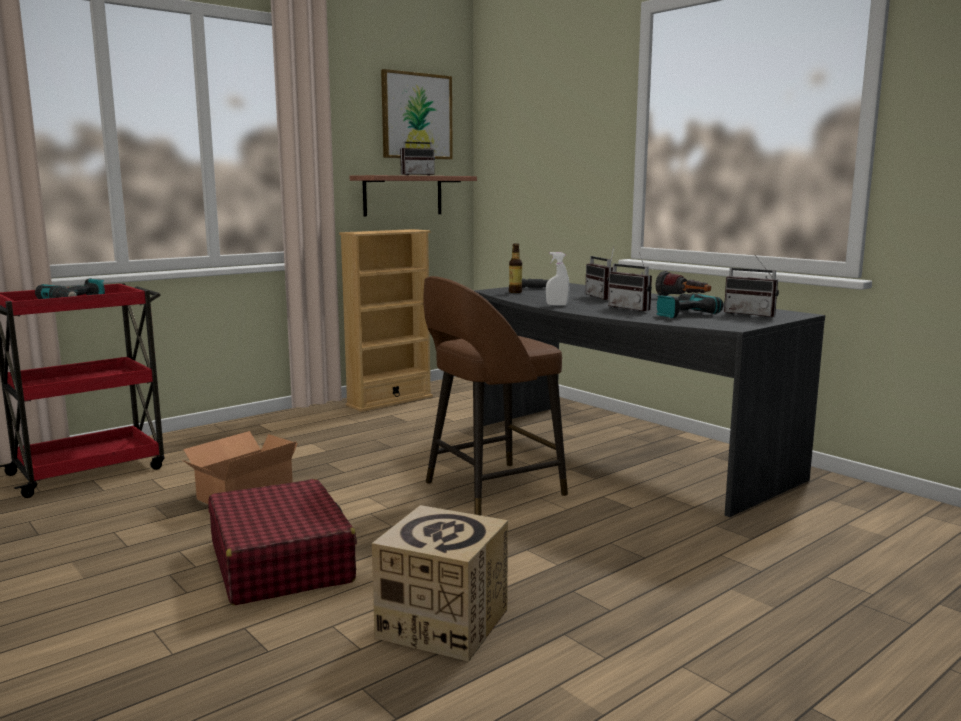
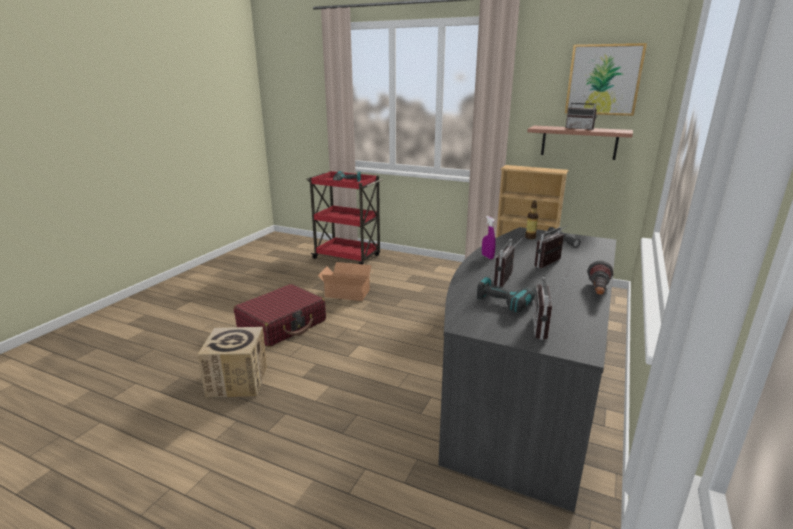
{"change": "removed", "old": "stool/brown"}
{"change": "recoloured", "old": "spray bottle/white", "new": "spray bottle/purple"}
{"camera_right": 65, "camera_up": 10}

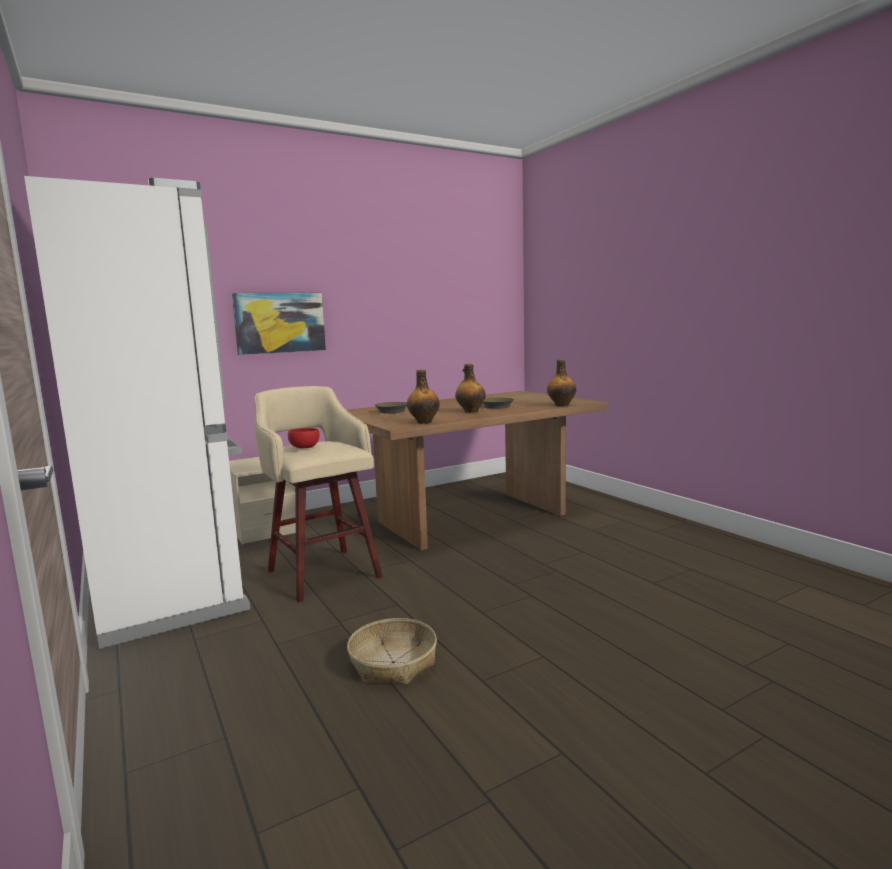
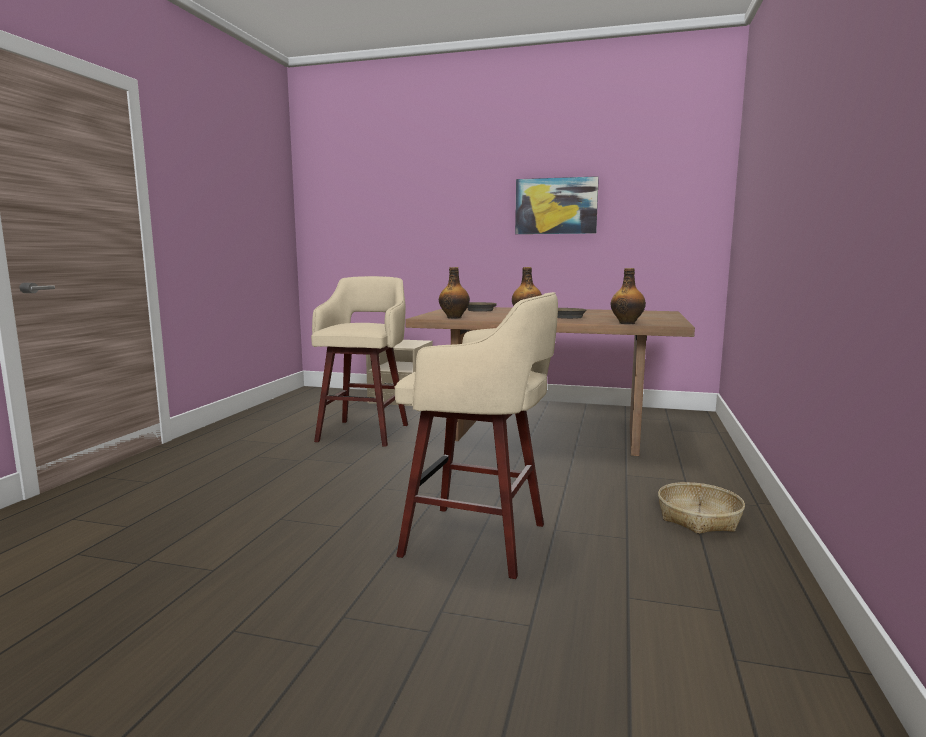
{"change": "removed", "old": "fridge/white"}
{"change": "moved", "old": "picture"}
{"change": "removed", "old": "bowl/red"}
{"change": "moved", "old": "basket"}
{"change": "added", "new": "stool/beige (2nd from left)"}
{"camera_right": 45, "camera_up": 0}

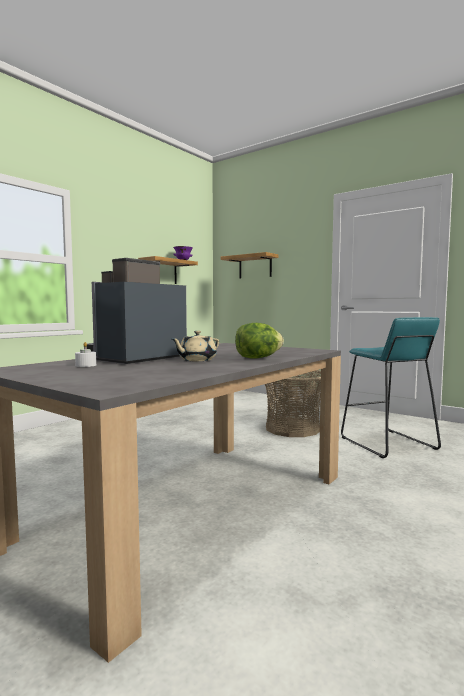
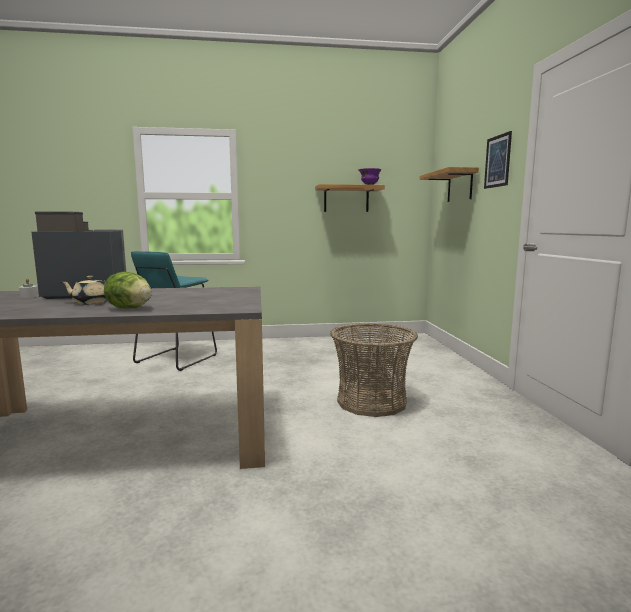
{"change": "moved", "old": "stool/turquoise"}
{"change": "added", "new": "picture"}
{"camera_right": 45, "camera_up": 5}

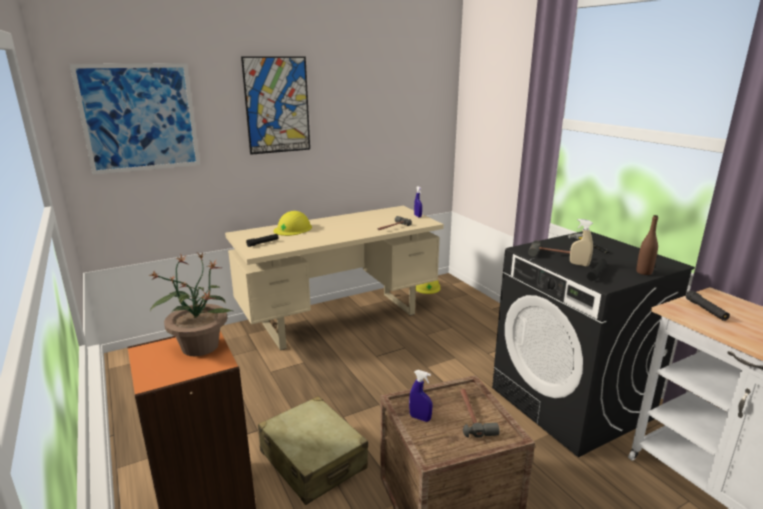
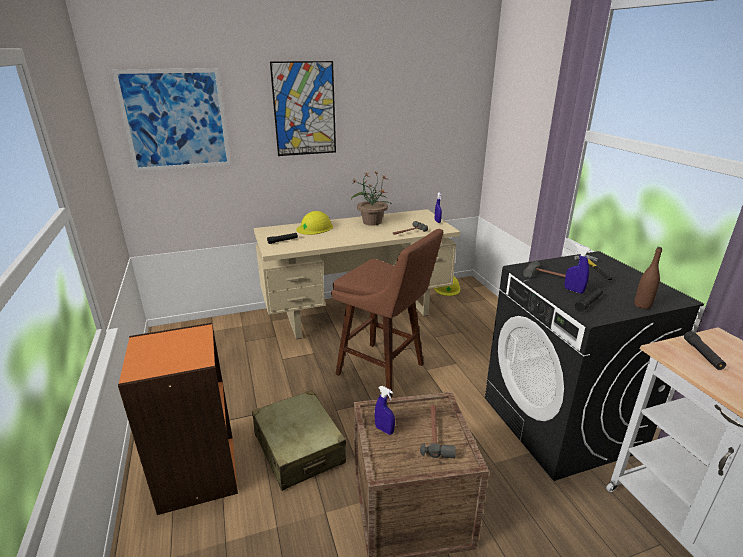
{"change": "moved", "old": "potted plant"}
{"change": "recoloured", "old": "spray bottle/beige", "new": "spray bottle/blue (3rd from left)"}
{"change": "added", "new": "stool/brown"}
{"camera_right": 10, "camera_up": 5}

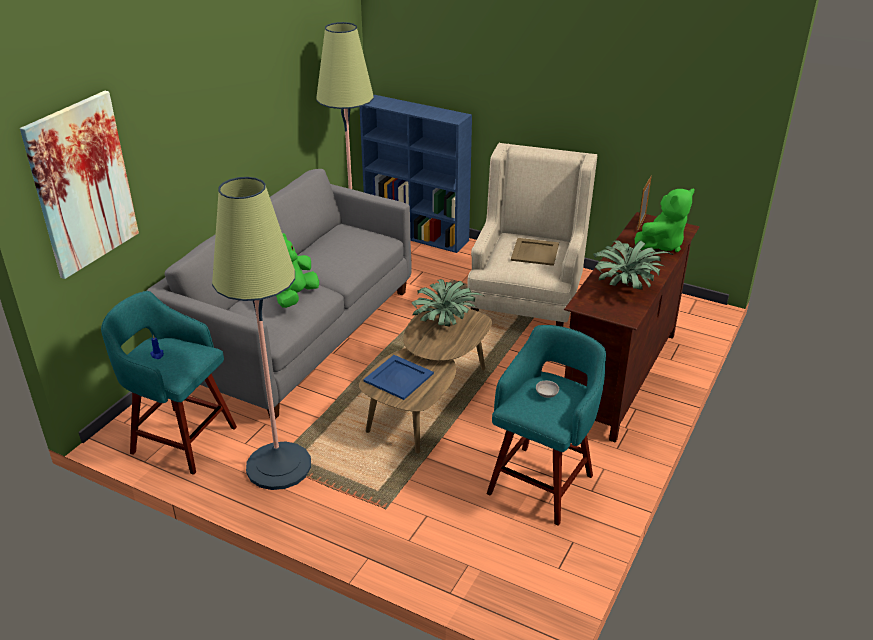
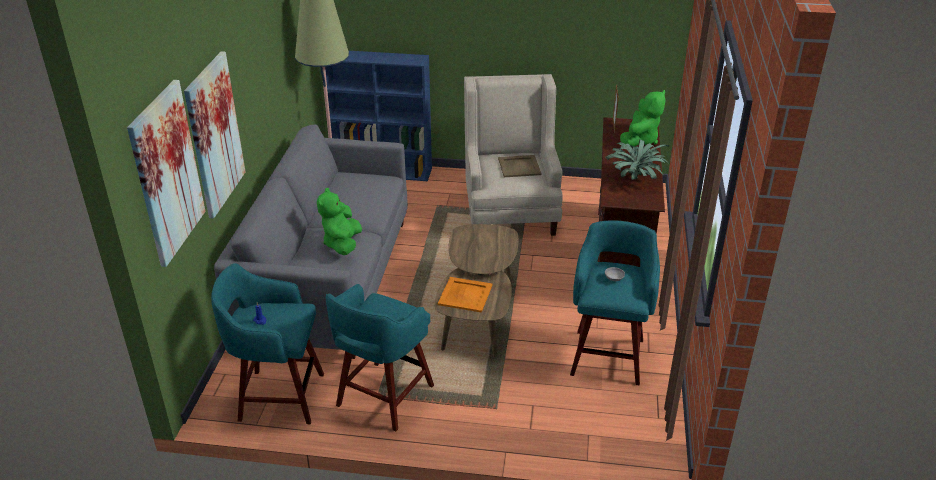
{"change": "replaced", "old": "floor lamp (1st from left)", "new": "stool/turquoise (2nd from left)"}
{"change": "recoloured", "old": "tray/blue", "new": "tray/orange"}
{"change": "removed", "old": "potted plant (1st from left)"}
{"change": "added", "new": "picture (2nd from left)"}
{"camera_right": -20, "camera_up": 0}

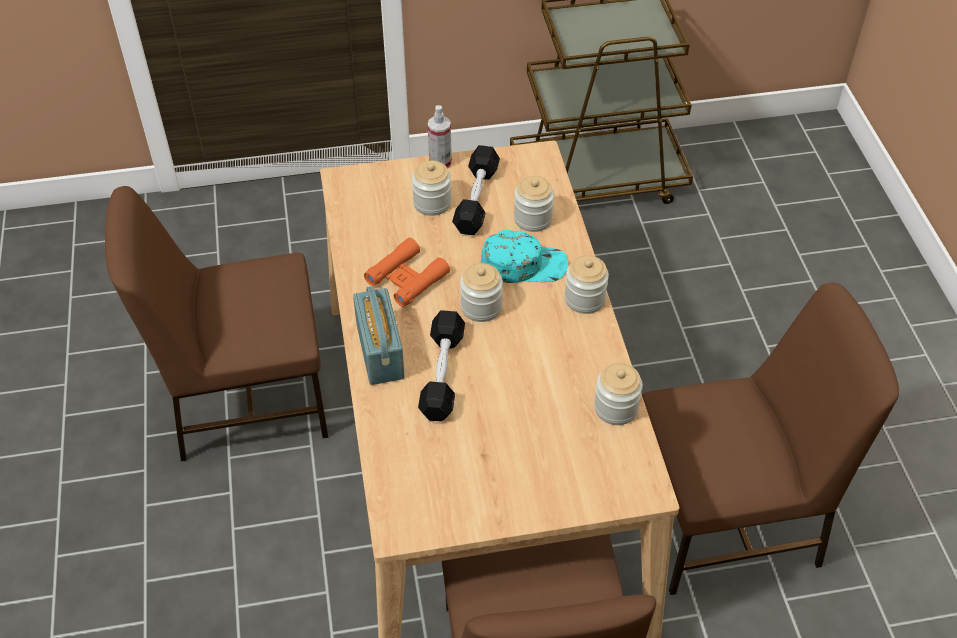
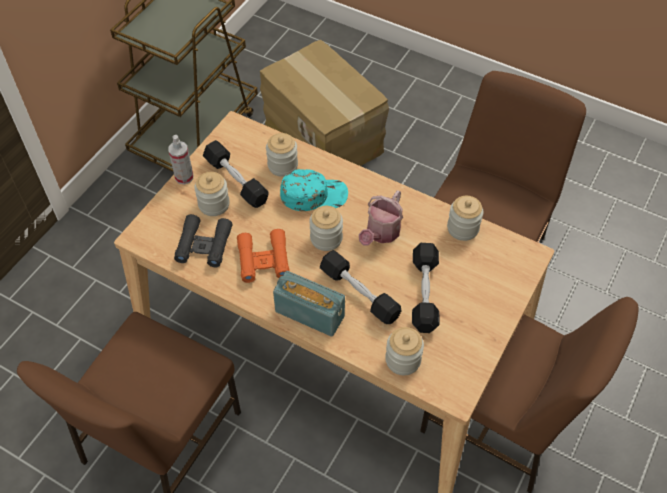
{"change": "turned", "old": "cap/turquoise", "degrees": 45}
{"change": "moved", "old": "jar (4th from left)"}
{"change": "added", "new": "binoculars/black"}
{"change": "added", "new": "cardboard box"}
{"change": "added", "new": "watering can"}
{"change": "added", "new": "dumbbell/black (3rd from left)"}
{"camera_right": -50, "camera_up": 5}

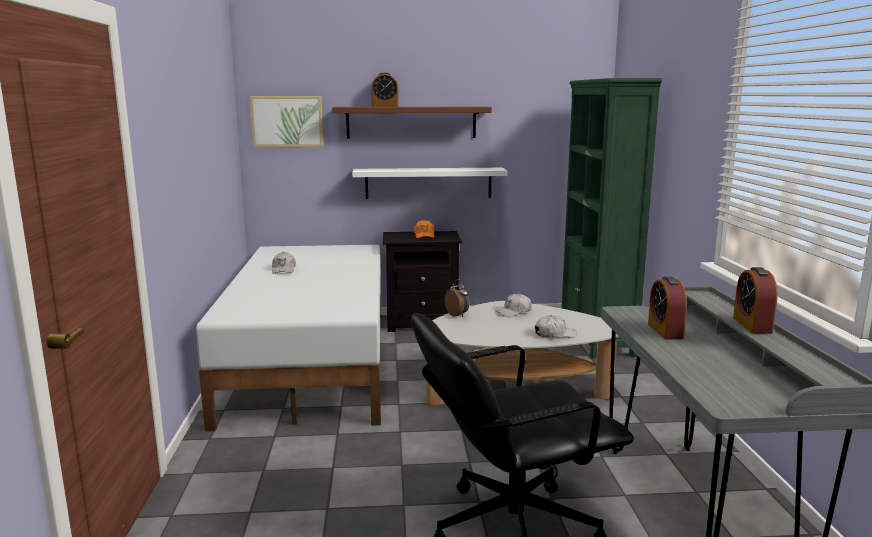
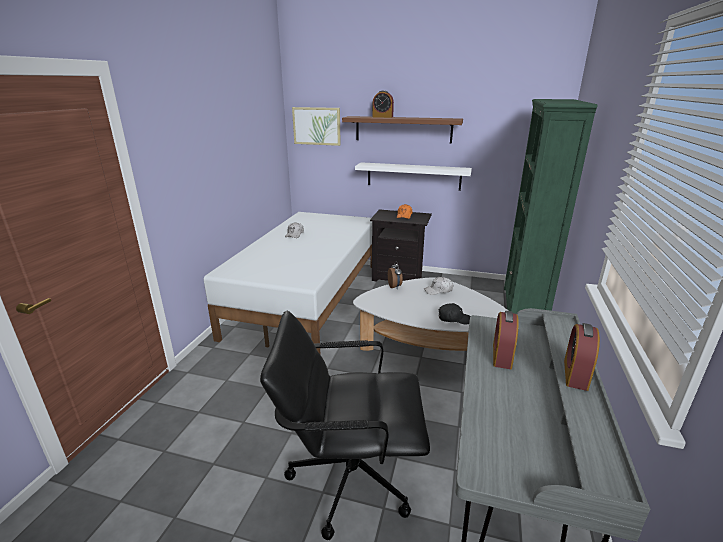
{"change": "recoloured", "old": "cap/white (3rd from left)", "new": "cap/black"}
{"camera_right": 20, "camera_up": 10}

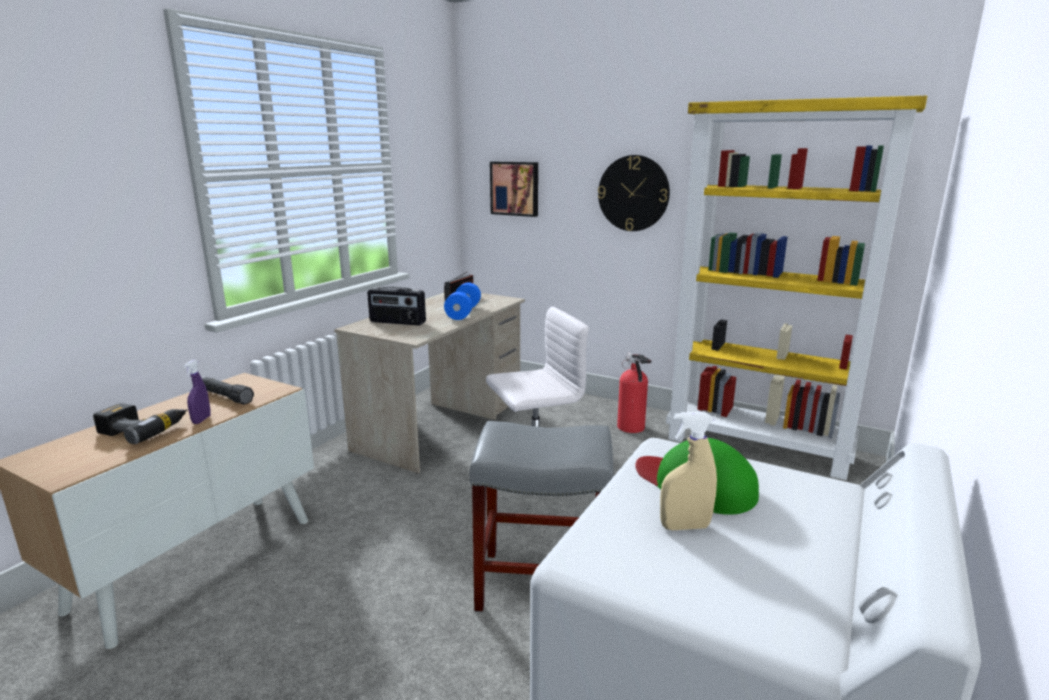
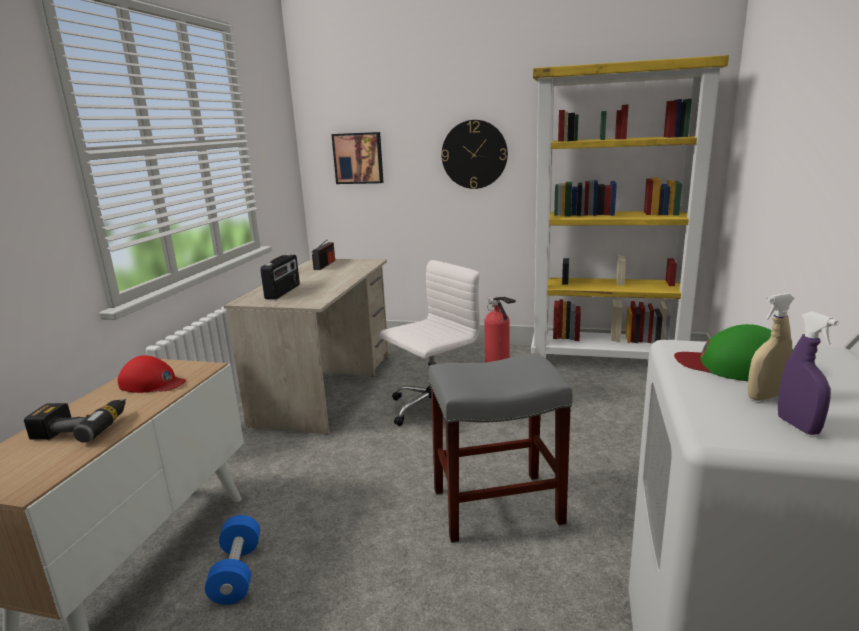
{"change": "moved", "old": "spray bottle/purple"}
{"change": "replaced", "old": "flashlight/black", "new": "cap/red"}
{"change": "turned", "old": "radio (1st from left)", "degrees": -75}
{"change": "moved", "old": "dumbbell/blue"}
{"camera_right": -15, "camera_up": 0}

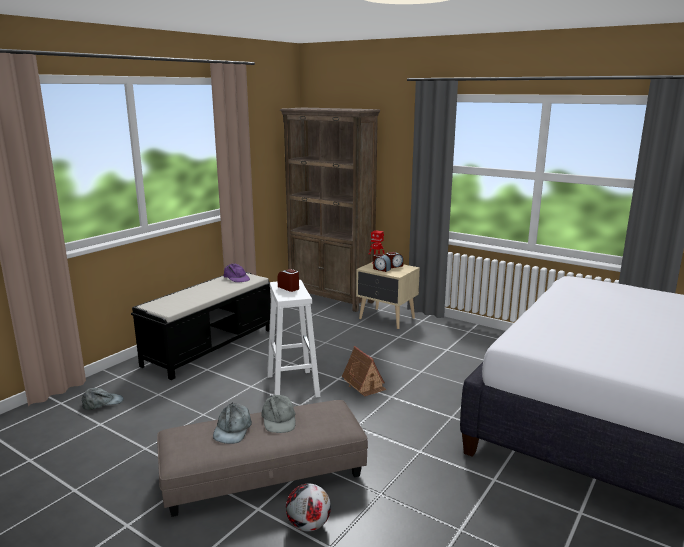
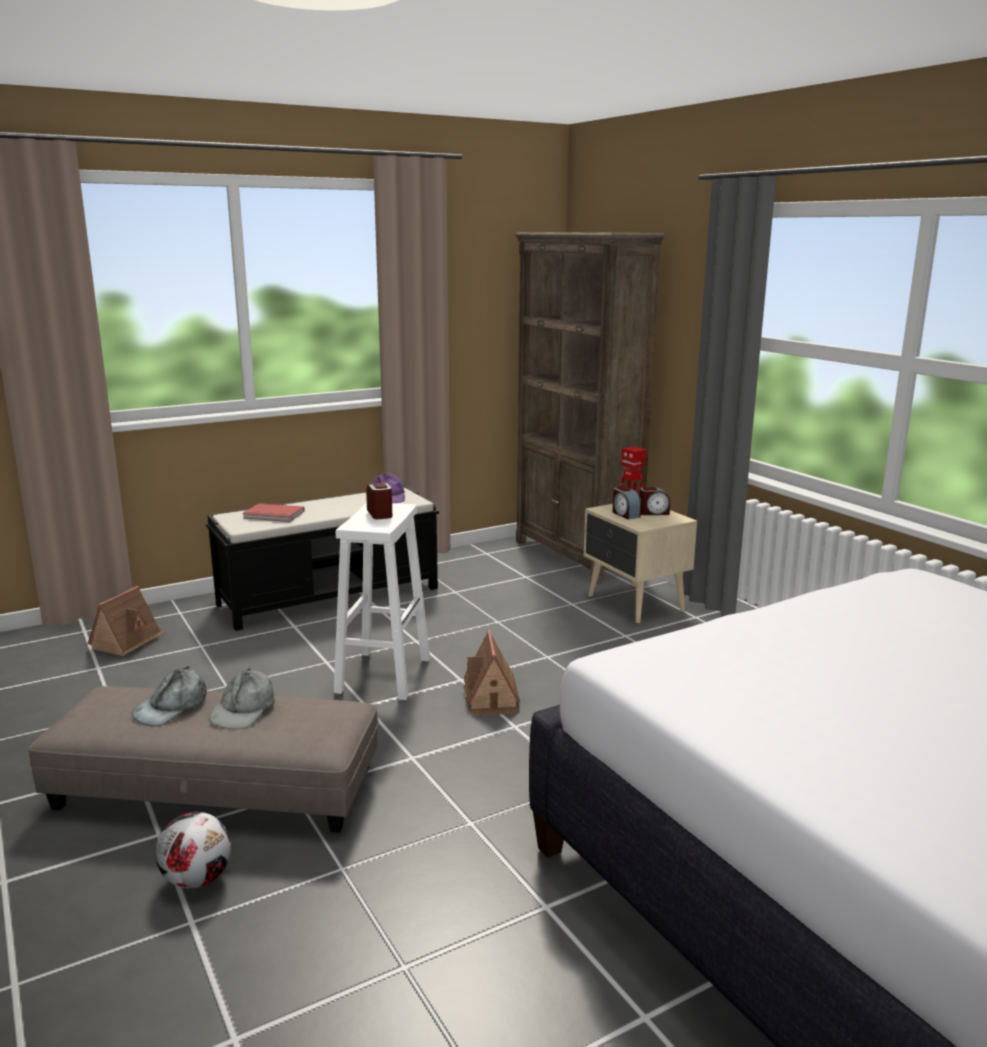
{"change": "replaced", "old": "cap/grey (1st from left)", "new": "toy house (1st from left)"}
{"change": "added", "new": "book/red"}
{"camera_right": 25, "camera_up": 0}

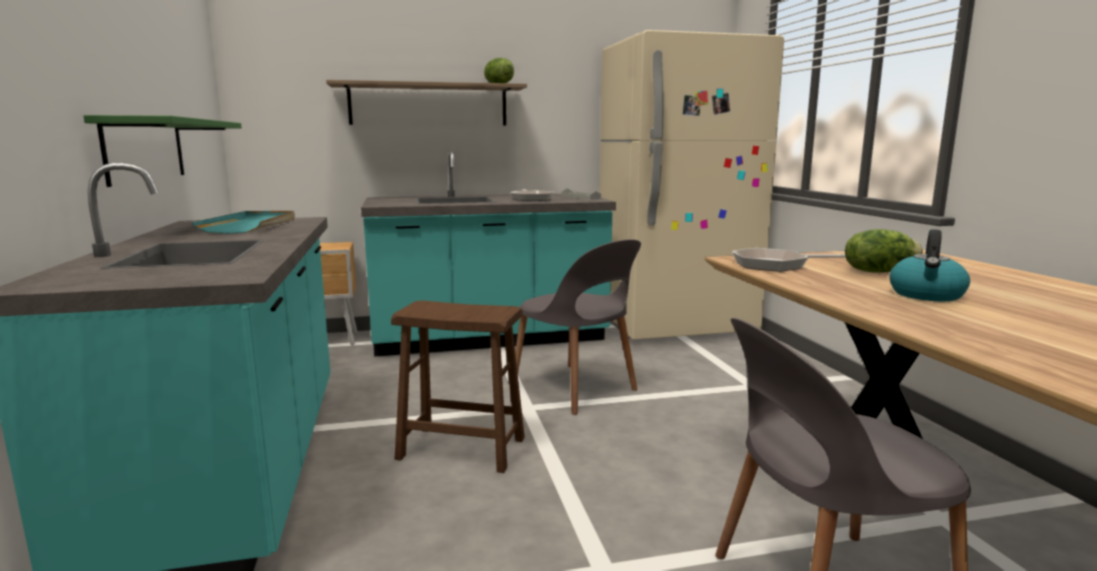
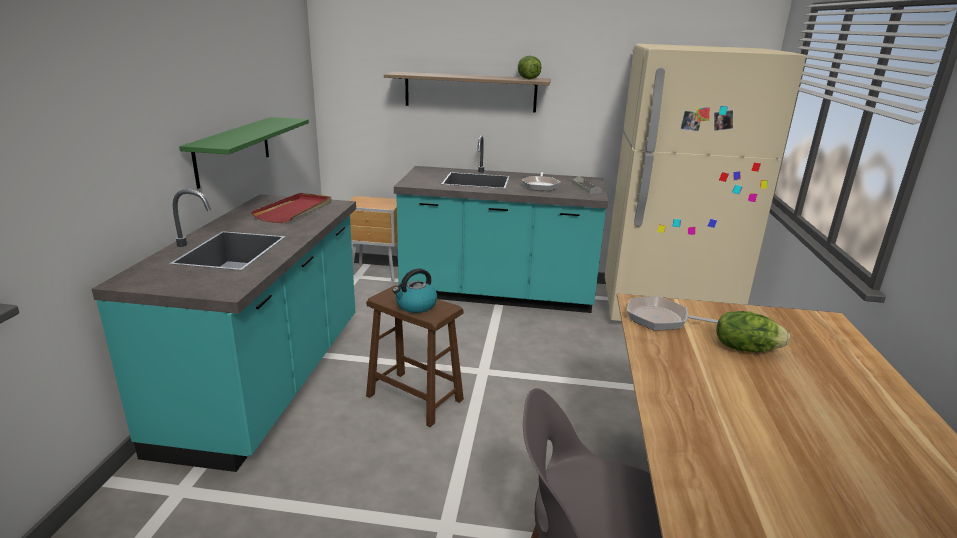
{"change": "recoloured", "old": "tray/turquoise", "new": "tray/red"}
{"change": "removed", "old": "chair/grey (1st from left)"}
{"change": "moved", "old": "kettle"}
{"camera_right": 20, "camera_up": 10}

